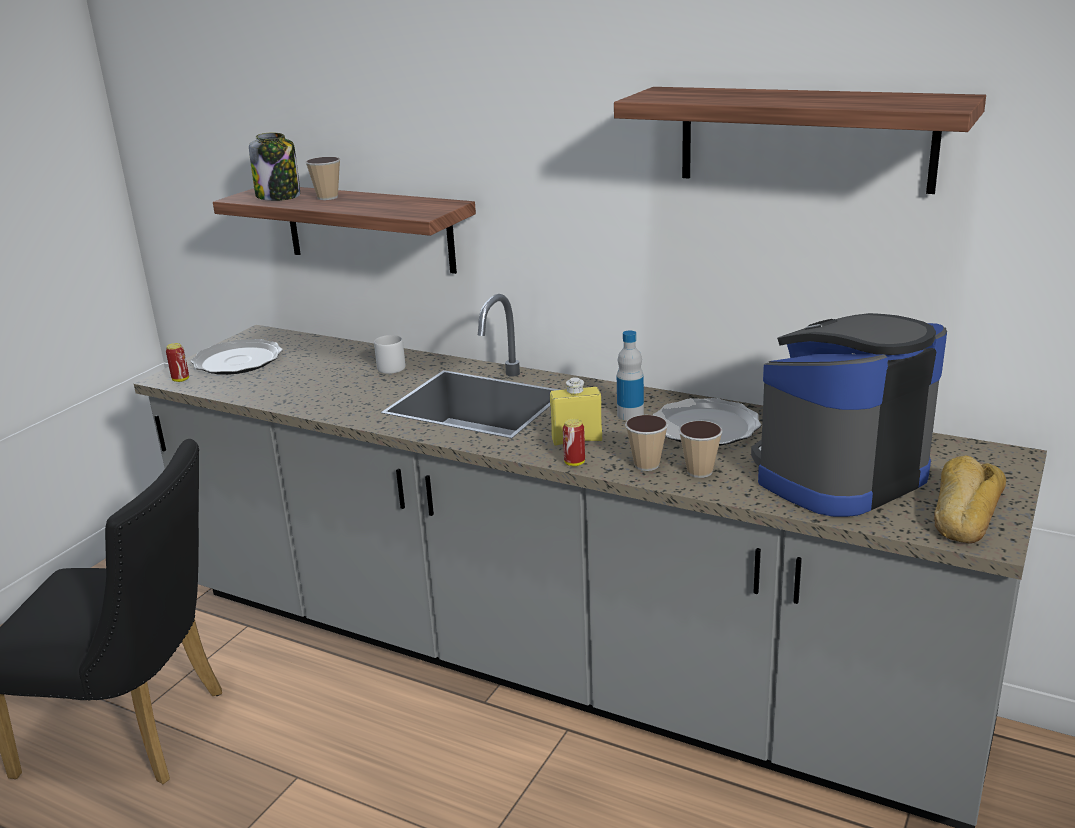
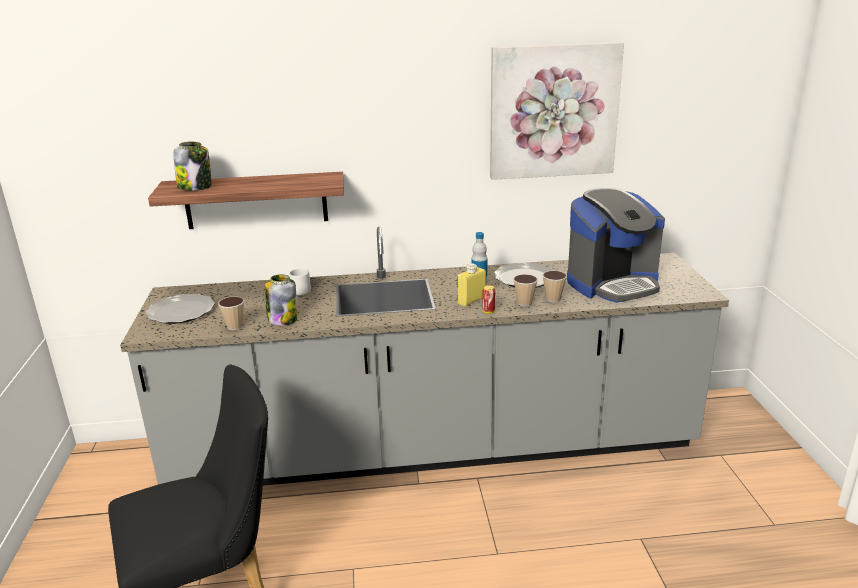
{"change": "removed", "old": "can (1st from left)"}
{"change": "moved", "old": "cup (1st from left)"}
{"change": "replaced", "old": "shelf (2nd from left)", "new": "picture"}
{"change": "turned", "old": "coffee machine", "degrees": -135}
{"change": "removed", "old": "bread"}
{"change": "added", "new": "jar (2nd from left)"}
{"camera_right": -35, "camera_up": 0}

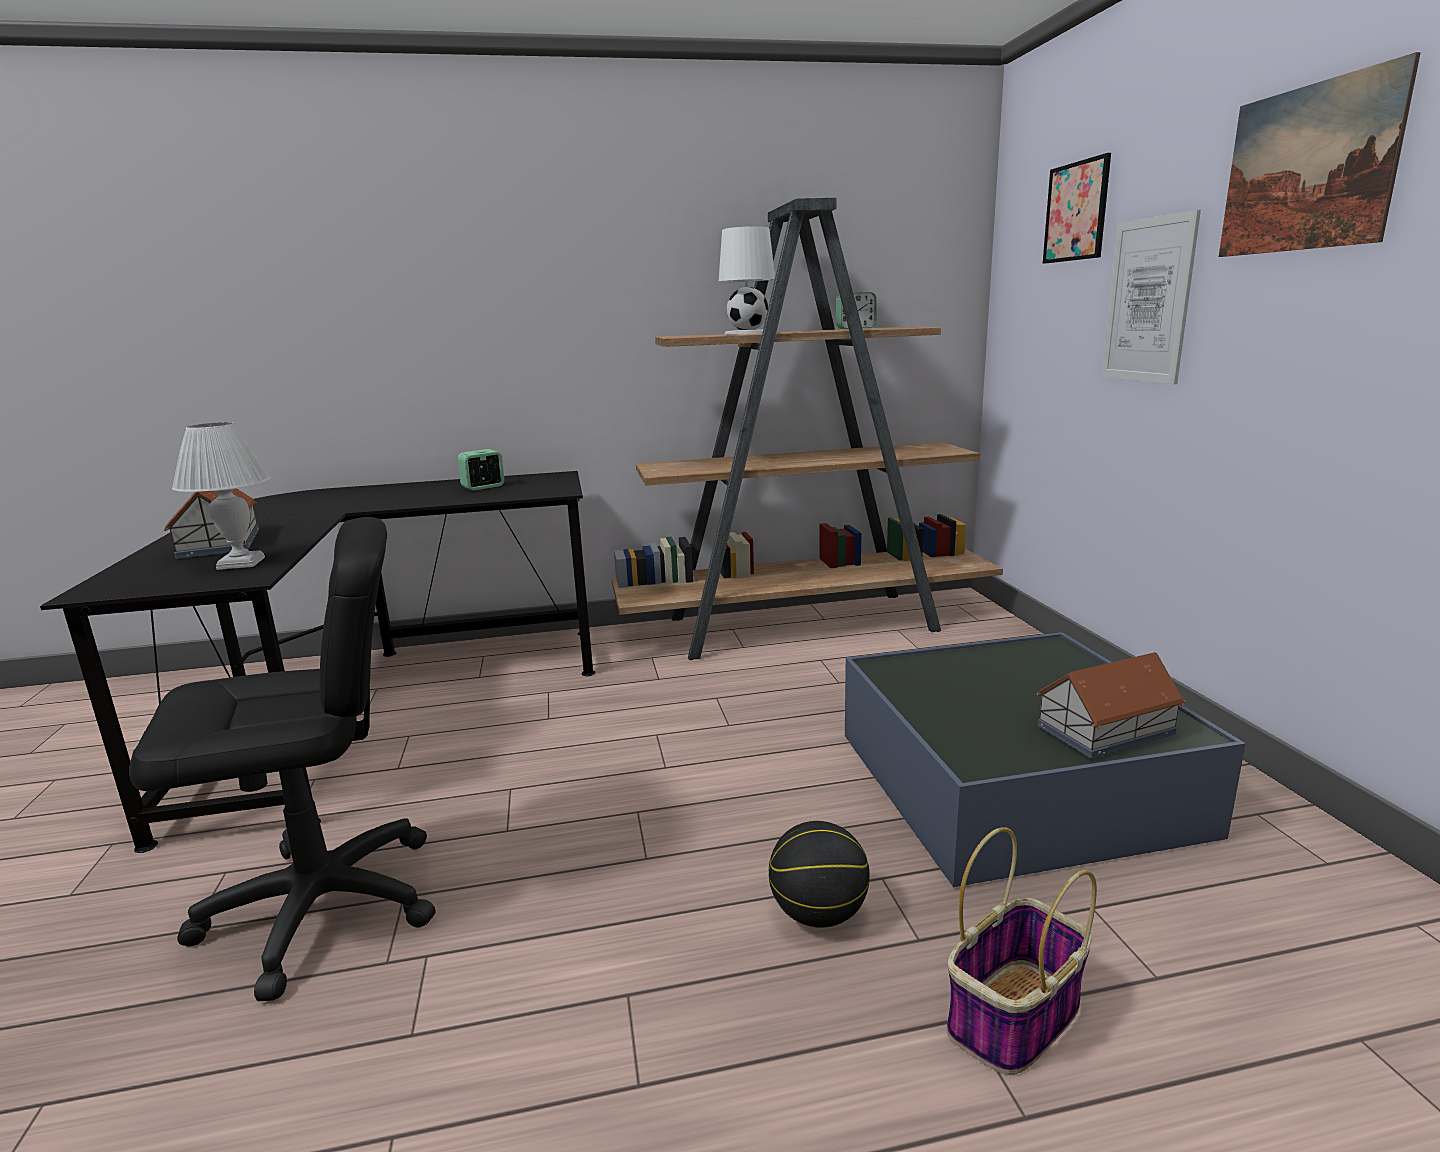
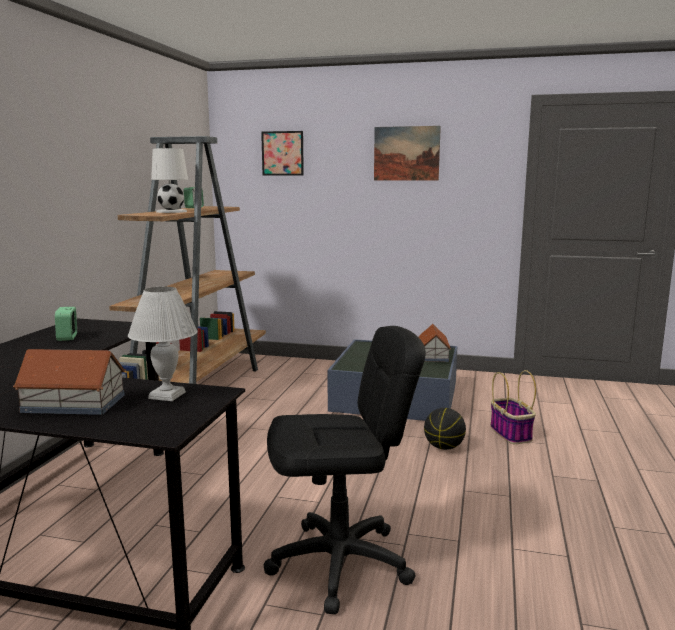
{"change": "turned", "old": "office chair/black", "degrees": 75}
{"change": "removed", "old": "picture (2nd from left)"}
{"camera_right": -65, "camera_up": -5}

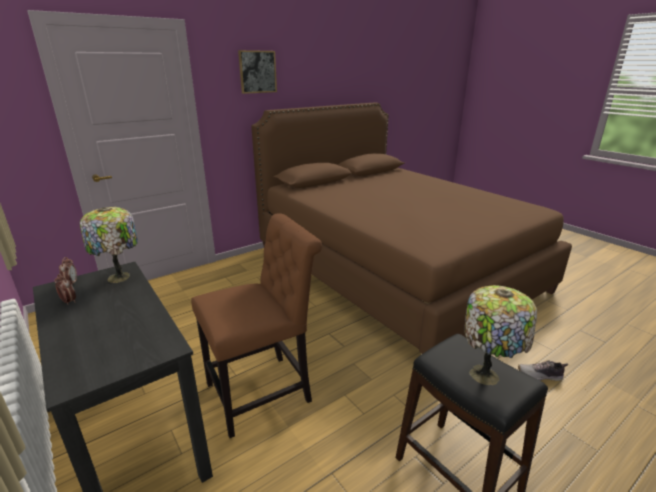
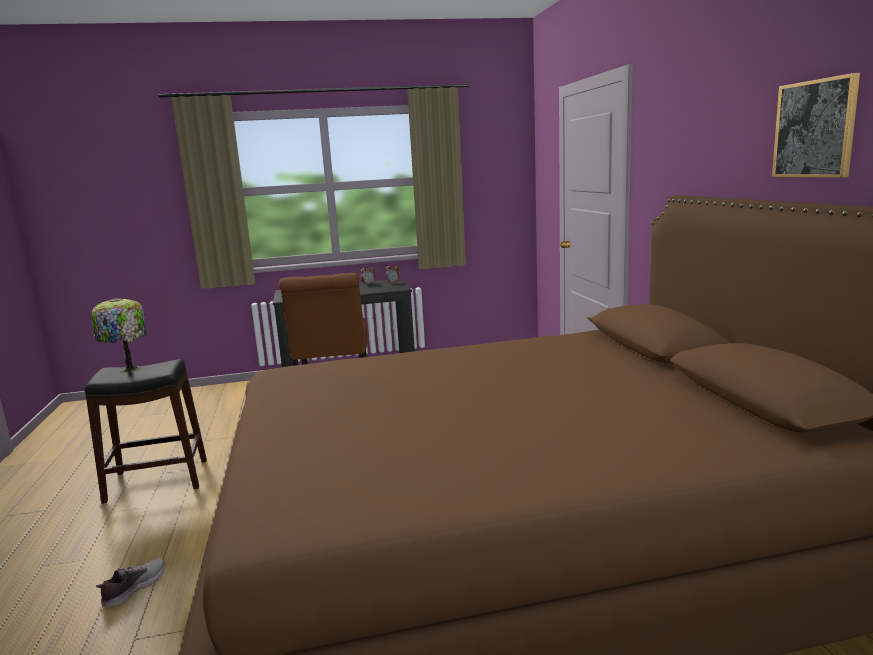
{"change": "removed", "old": "table lamp (1st from left)"}
{"change": "moved", "old": "picture"}
{"camera_right": 115, "camera_up": -10}

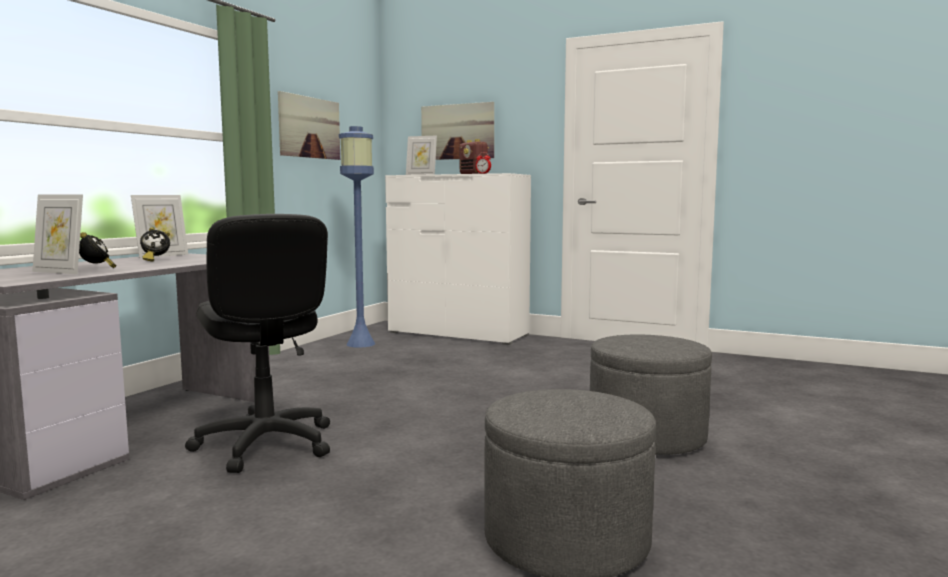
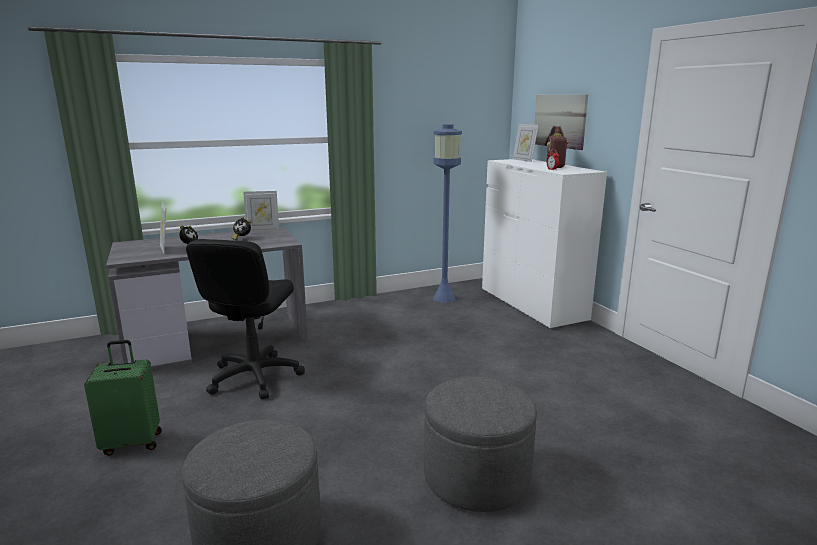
{"change": "removed", "old": "picture (1st from left)"}
{"change": "added", "new": "suitcase/green"}
{"camera_right": 40, "camera_up": 10}

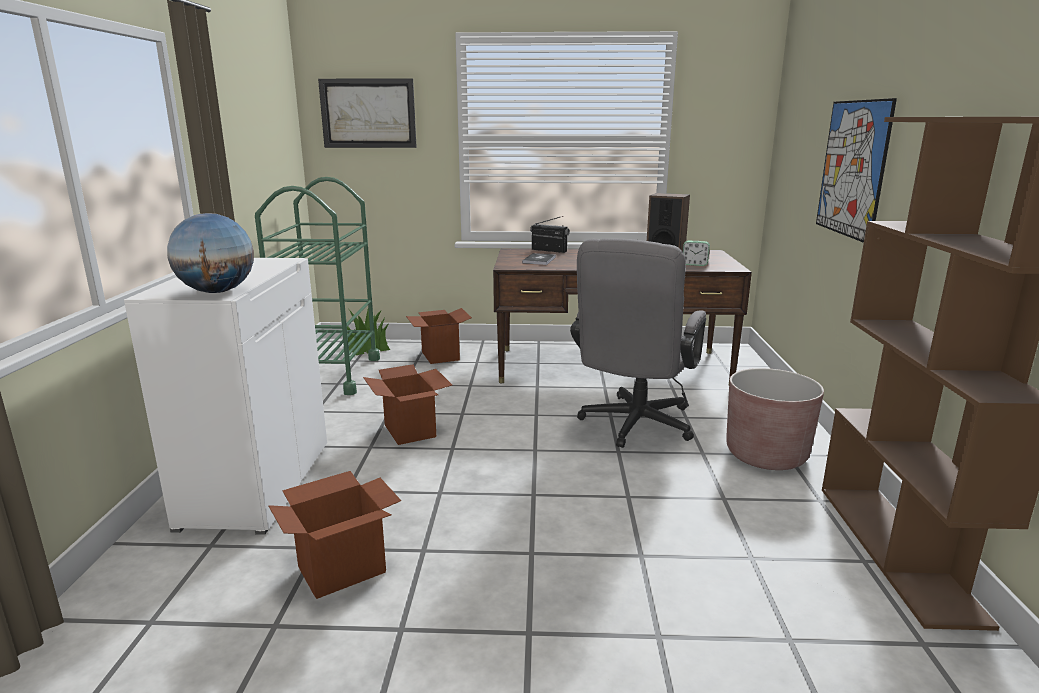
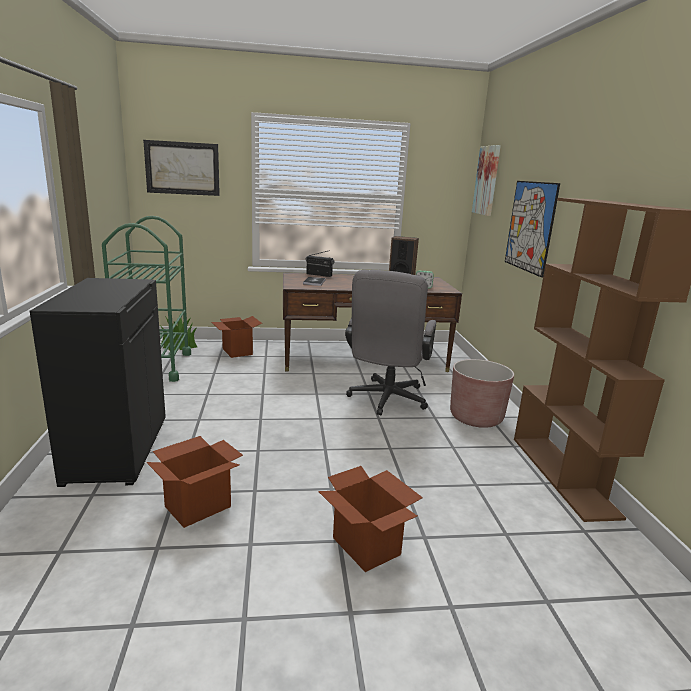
{"change": "recoloured", "old": "cabinet/white", "new": "cabinet/black"}
{"change": "removed", "old": "globe"}
{"change": "moved", "old": "cardboard box (2nd from left in the first image)", "new": "cardboard box (3rd from left)"}
{"change": "added", "new": "picture (2nd from left)"}
{"camera_right": -10, "camera_up": 0}

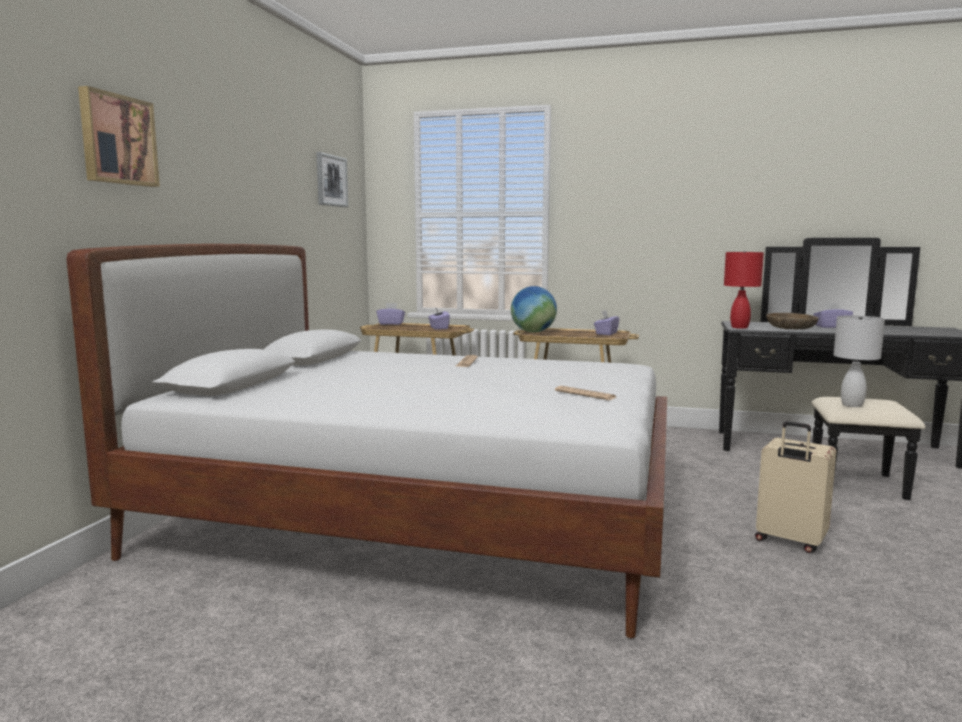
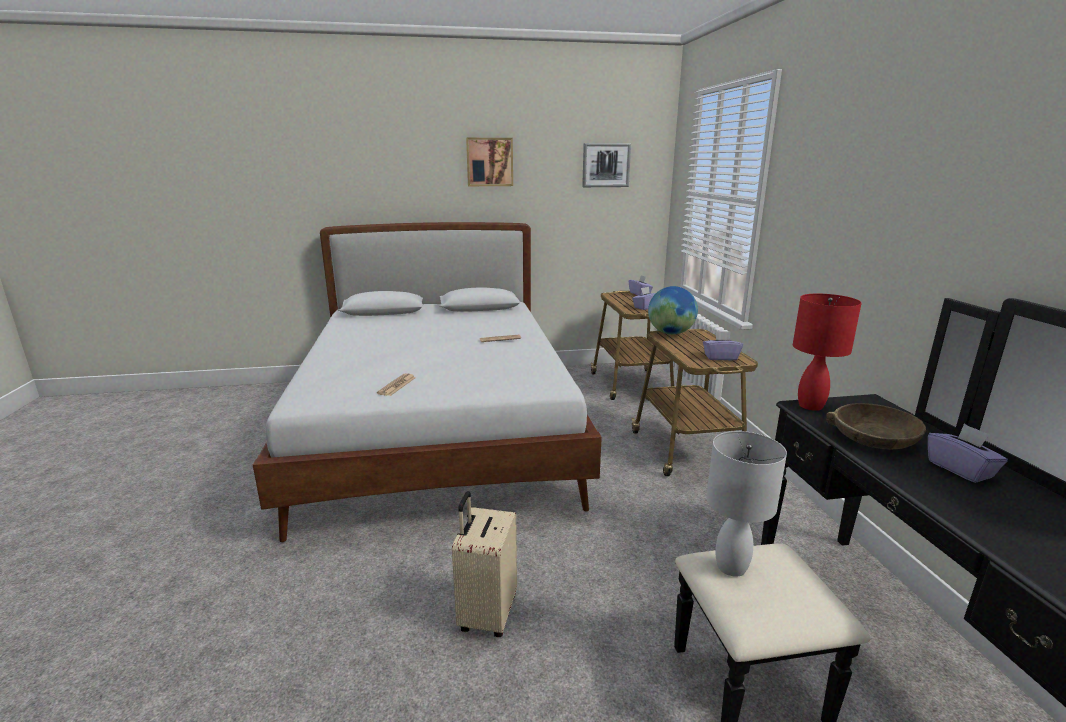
{"change": "moved", "old": "picture (1st from left)"}
{"camera_right": 65, "camera_up": 10}

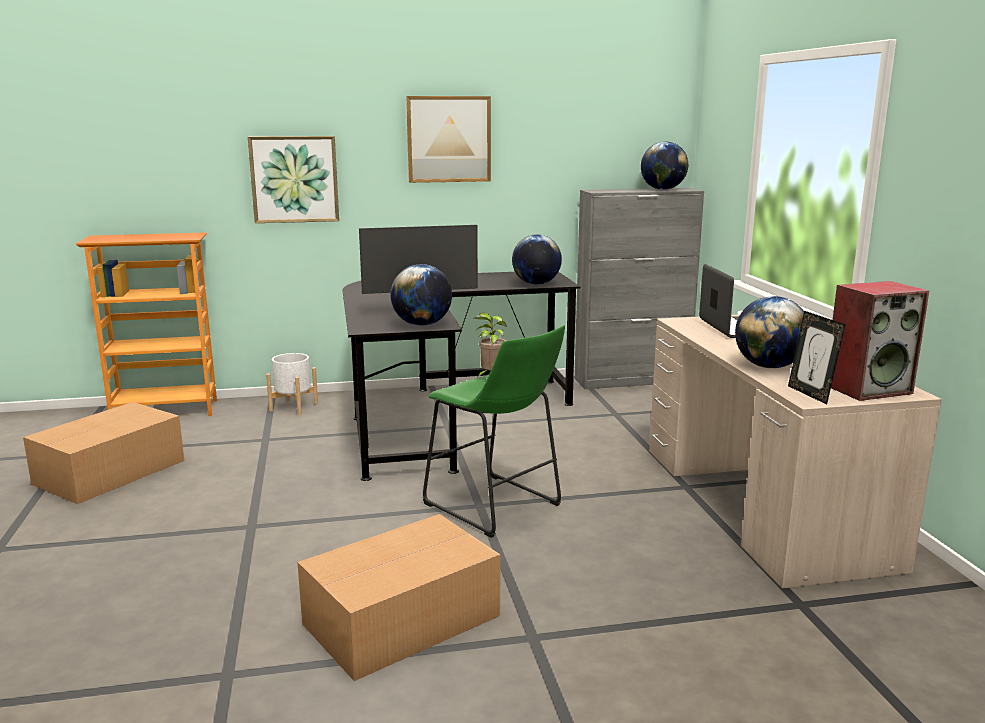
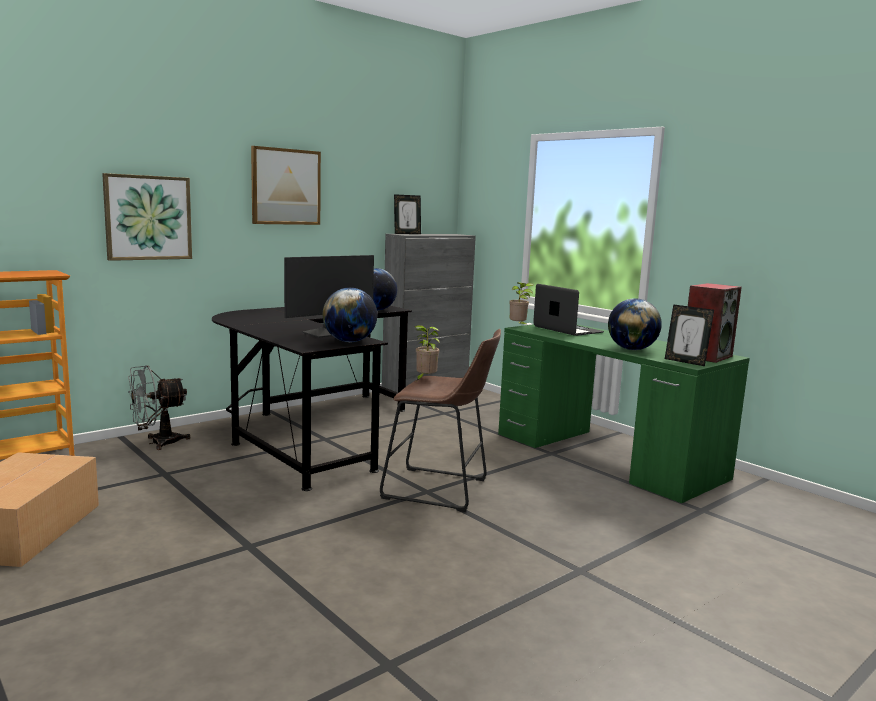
{"change": "replaced", "old": "planter/white", "new": "fan/grey"}
{"change": "removed", "old": "cardboard box (2nd from left)"}
{"change": "recoloured", "old": "stool/green", "new": "stool/brown"}
{"change": "removed", "old": "globe (3rd from left)"}
{"change": "recoloured", "old": "desk/beige", "new": "desk/green"}
{"change": "added", "new": "picture frame (1st from left)"}
{"change": "added", "new": "potted plant (2nd from left)"}
{"camera_right": -30, "camera_up": -5}

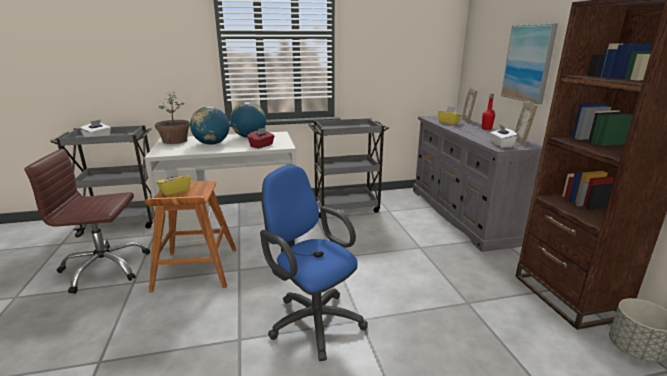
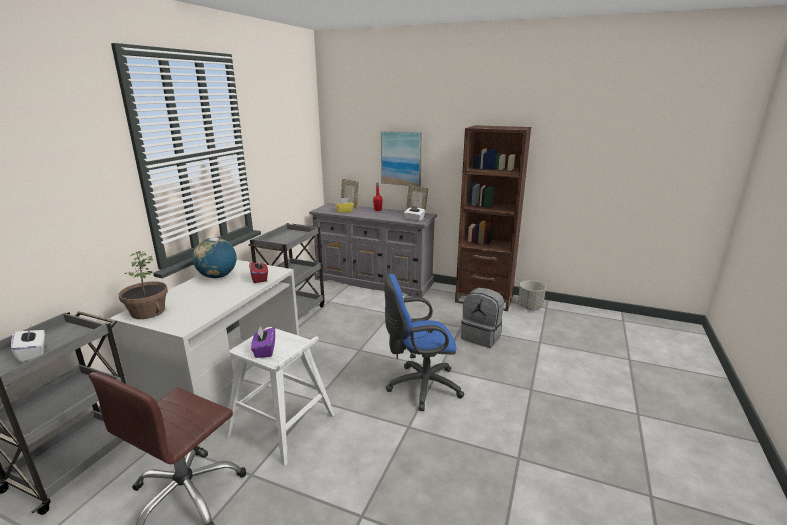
{"change": "recoloured", "old": "stool/brown", "new": "stool/white"}
{"change": "recoloured", "old": "tissue box/yellow (1st from left)", "new": "tissue box/purple"}
{"change": "removed", "old": "globe (1st from left)"}
{"change": "added", "new": "backpack/grey"}
{"camera_right": -55, "camera_up": 0}

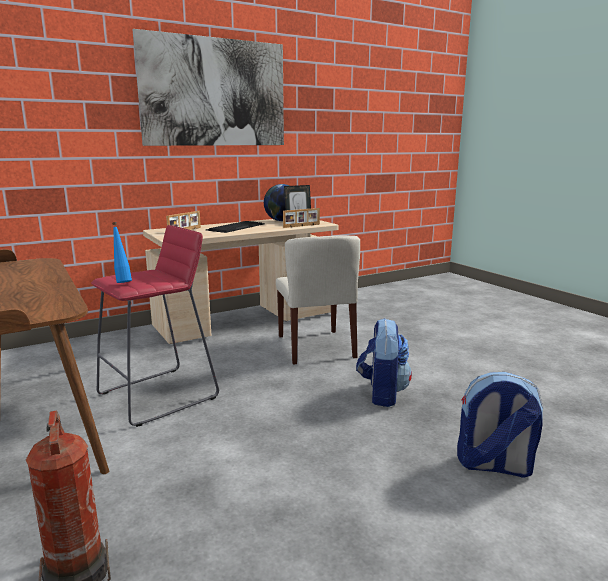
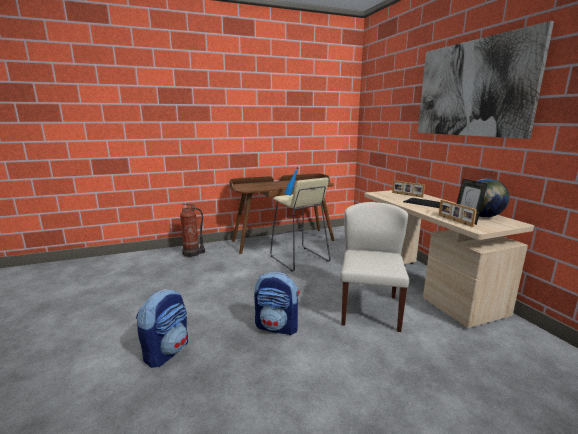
{"change": "recoloured", "old": "stool/red", "new": "stool/beige"}
{"change": "turned", "old": "chair/beige", "degrees": 105}
{"camera_right": 100, "camera_up": 0}

